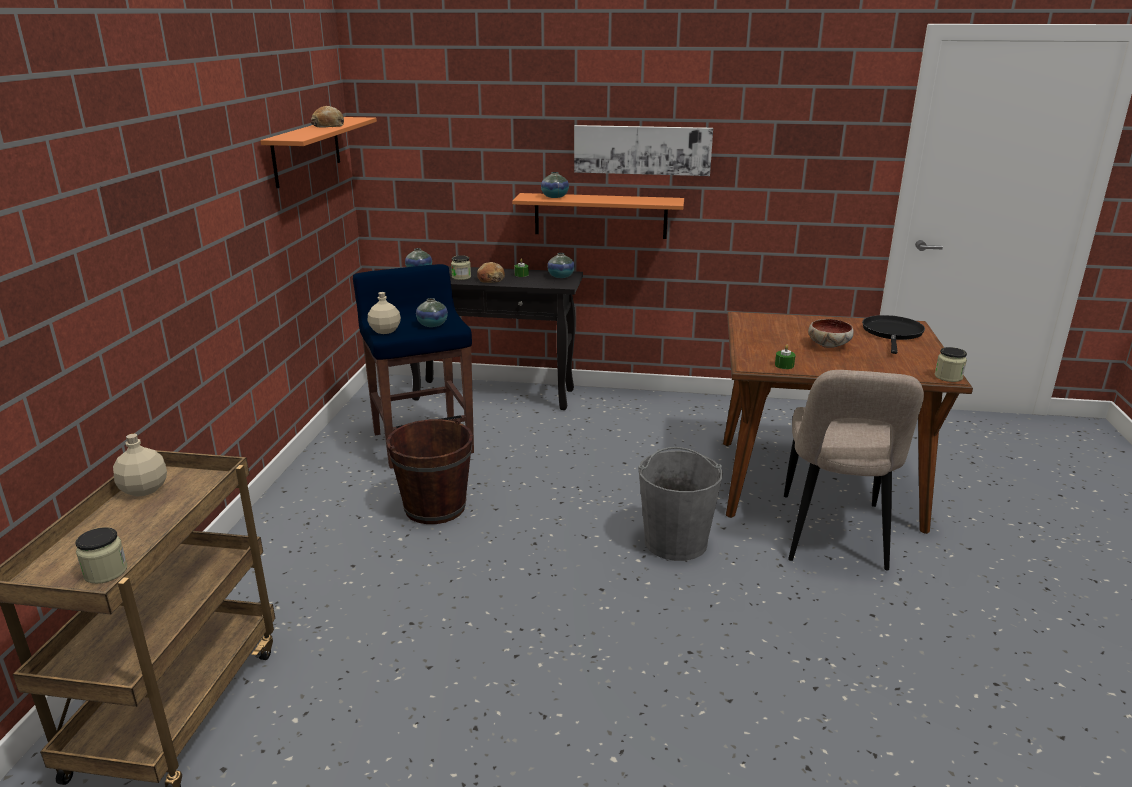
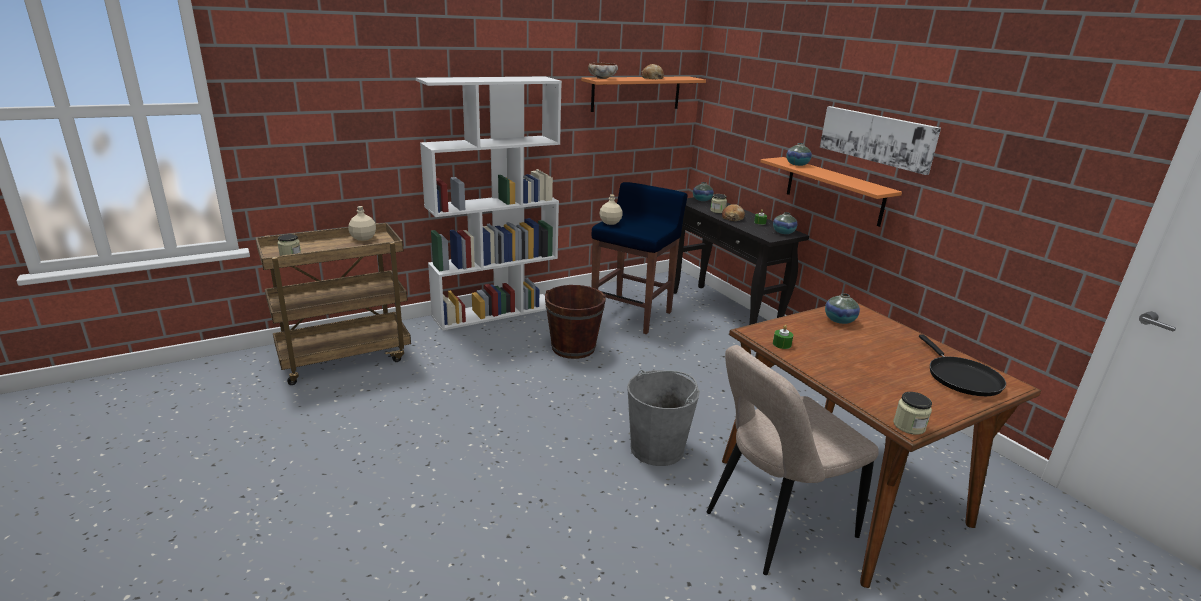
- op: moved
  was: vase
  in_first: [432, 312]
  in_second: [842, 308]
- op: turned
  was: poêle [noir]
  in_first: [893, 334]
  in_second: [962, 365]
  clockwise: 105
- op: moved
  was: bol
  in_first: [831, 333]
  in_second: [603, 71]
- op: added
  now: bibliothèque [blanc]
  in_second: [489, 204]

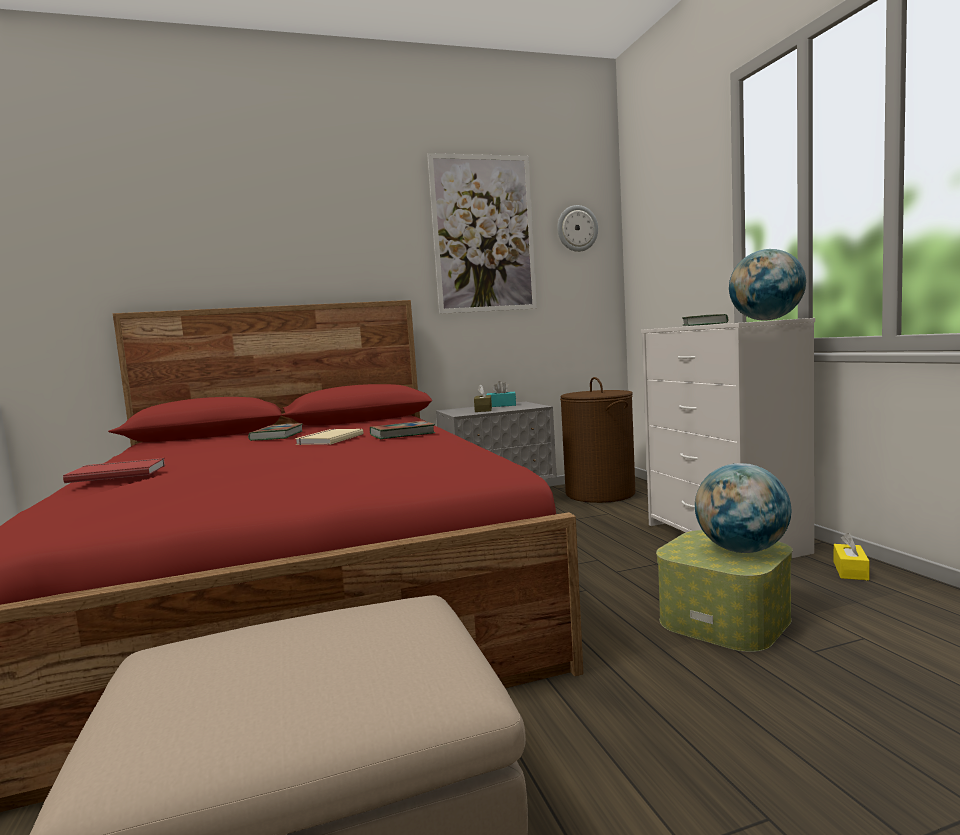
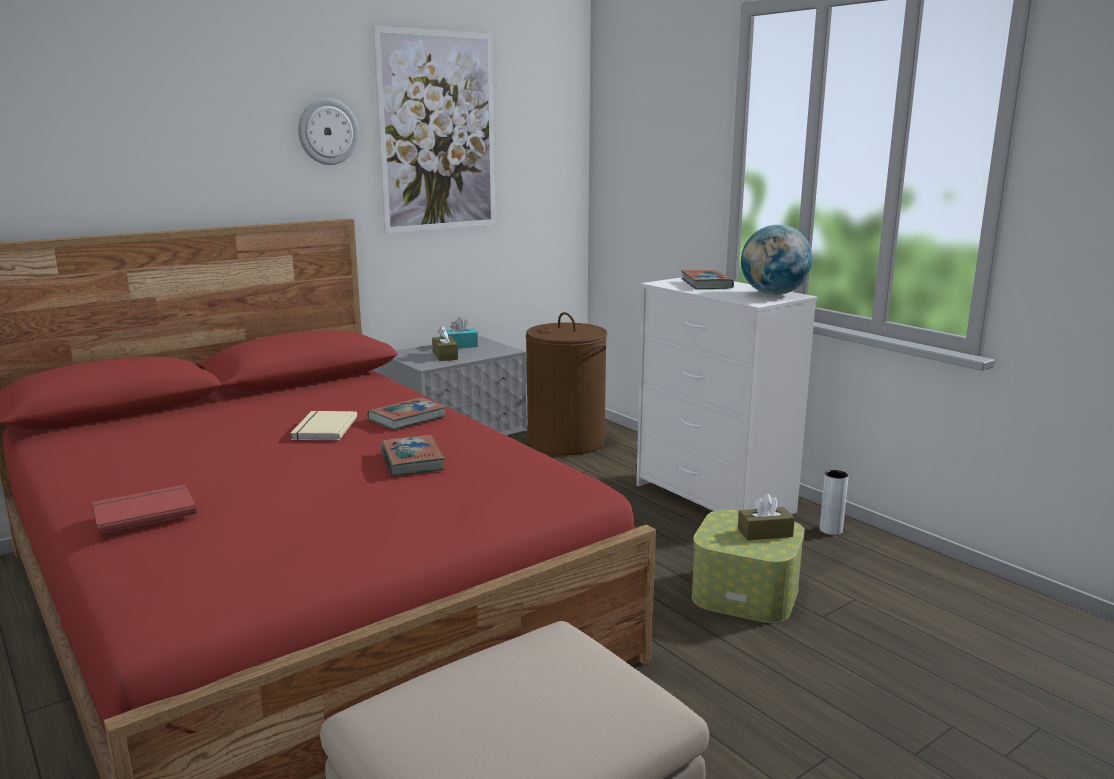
- op: moved
  was: horloge murale
  in_first: [577, 228]
  in_second: [328, 131]
- op: moved
  was: livre
  in_first: [275, 432]
  in_second: [412, 455]
- op: replaced
  was: globe
  now: boîte à mouchoirs [marron]
  in_first: [743, 508]
  in_second: [766, 517]
- op: replaced
  was: boîte à mouchoirs [jaune]
  now: vase [gris]
  in_first: [852, 556]
  in_second: [834, 502]

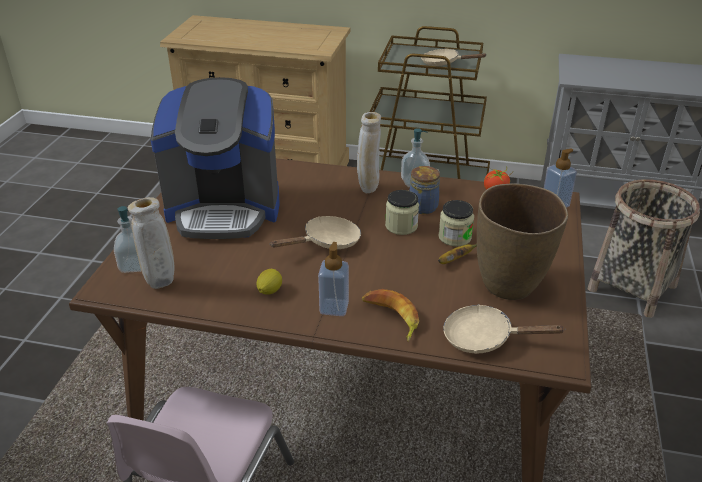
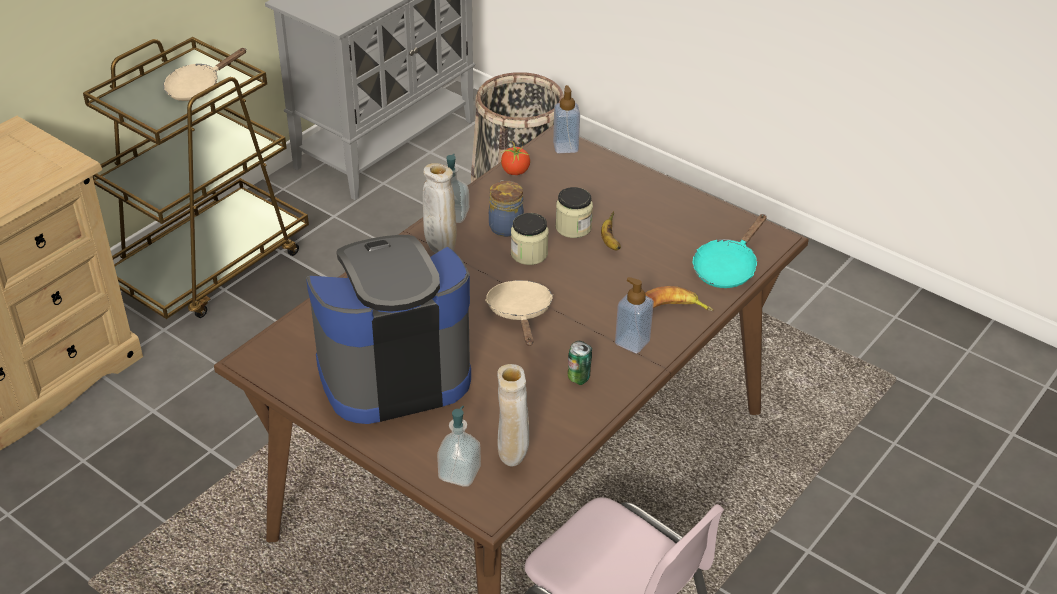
- op: turned
  was: machine à café
  in_first: [215, 158]
  in_second: [388, 329]
  clockwise: -135
- op: removed
  was: vase [marron]
  in_first: [522, 242]
- op: replaced
  was: citron
  now: boîte métallique
  in_first: [269, 282]
  in_second: [580, 363]
- op: recoloured
  was: poêle [beige]
  now: poêle [turquoise]
  in_first: [504, 329]
  in_second: [730, 251]

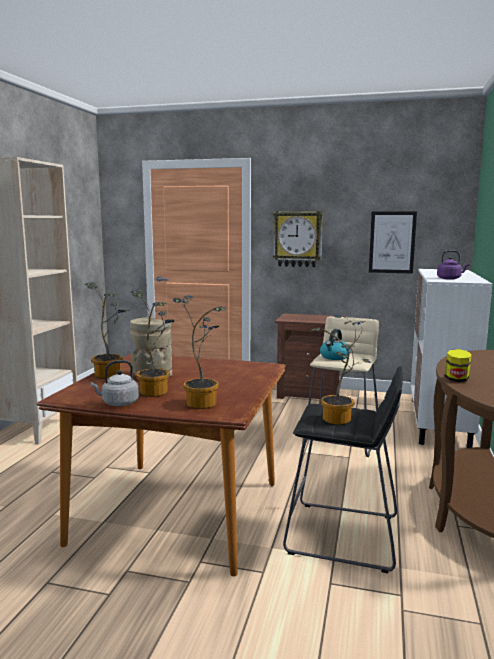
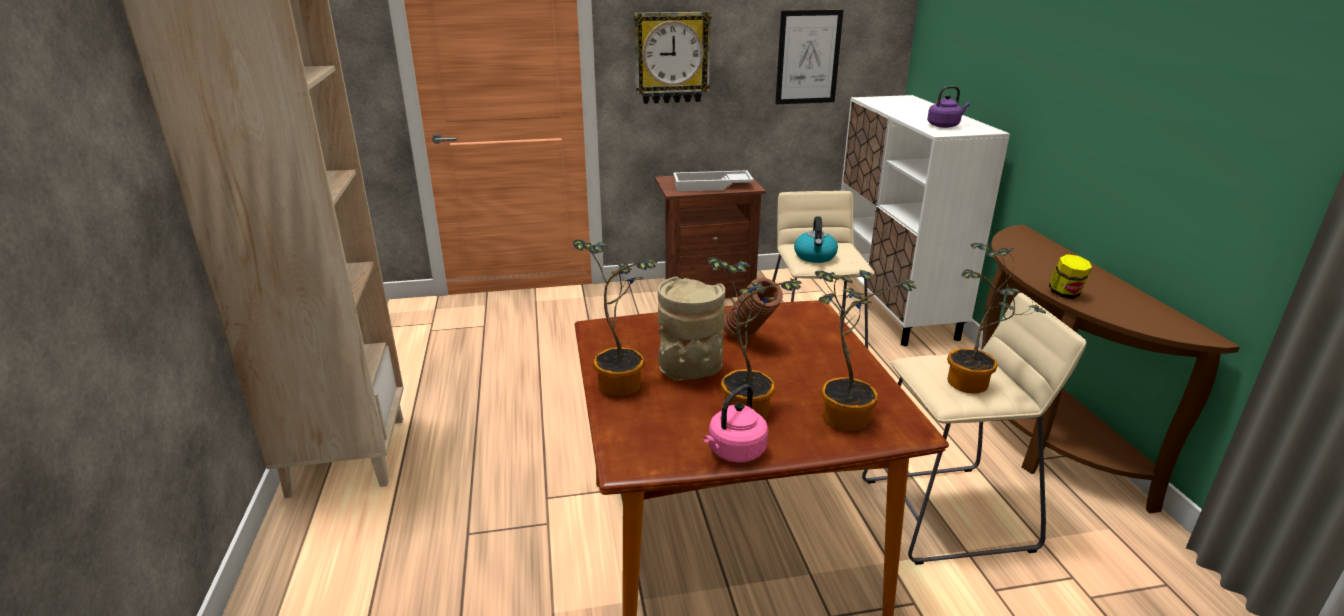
- op: recoloured
  was: bouilloire [gris]
  now: bouilloire [rose]
  in_first: [114, 383]
  in_second: [735, 423]
- op: recoloured
  was: tabouret [noir]
  now: tabouret [beige]
  in_first: [343, 469]
  in_second: [974, 429]
- op: added
  now: plateau [blanc]
  in_second: [713, 181]
- op: added
  now: vase [marron]
  in_second: [753, 308]

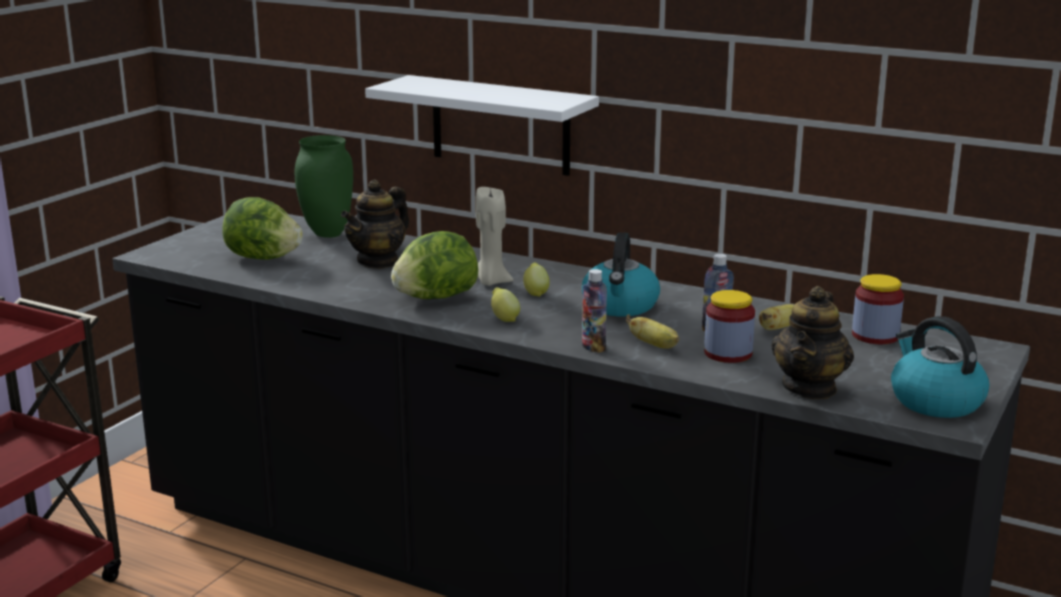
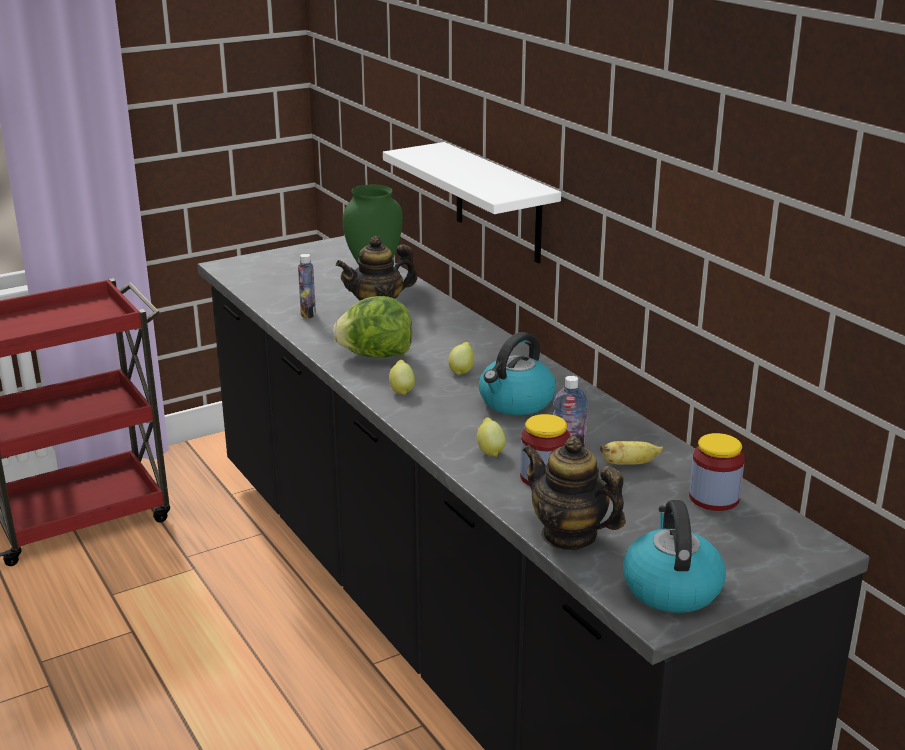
- op: removed
  was: bougie [beige]
  in_first: [494, 236]
- op: removed
  was: laitue
  in_first: [263, 228]
- op: moved
  was: bouteille
  in_first: [594, 311]
  in_second: [307, 286]
- op: turned
  was: théière
  in_first: [812, 342]
  in_second: [574, 493]
  clockwise: 75
- op: replaced
  was: banane
  now: citron
  in_first: [652, 331]
  in_second: [491, 437]

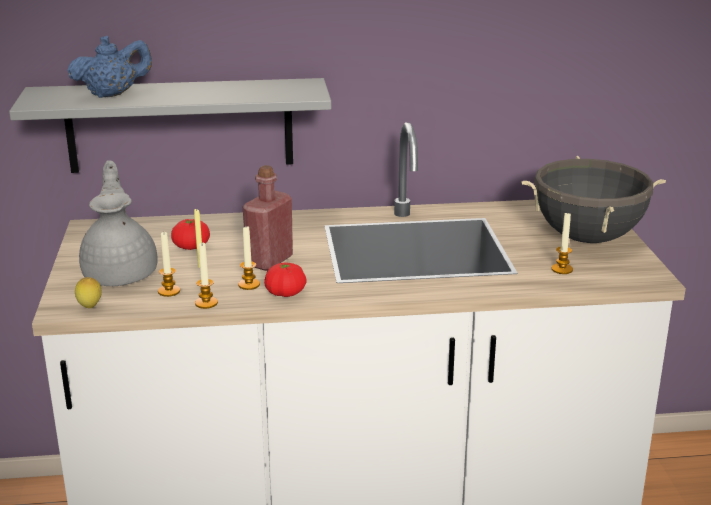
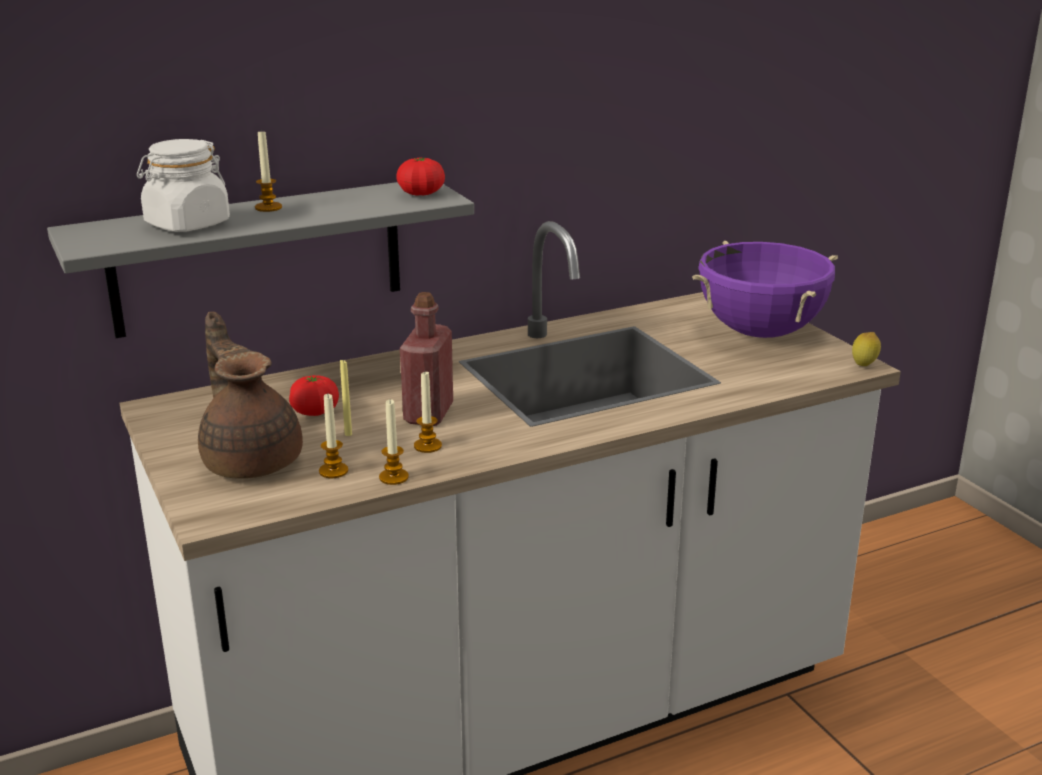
- op: replaced
  was: théière [bleu]
  now: bocal [blanc]
  in_first: [109, 67]
  in_second: [183, 185]
- op: recoloured
  was: marmite [noir]
  now: marmite [violet]
  in_first: [593, 199]
  in_second: [765, 289]
- op: recoloured
  was: théière [gris]
  now: théière [marron]
  in_first: [118, 223]
  in_second: [250, 395]
- op: moved
  was: bougie
  in_first: [562, 243]
  in_second: [268, 170]
- op: moved
  was: tomate
  in_first: [285, 280]
  in_second: [420, 177]
- op: moved
  was: citron
  in_first: [88, 292]
  in_second: [866, 349]

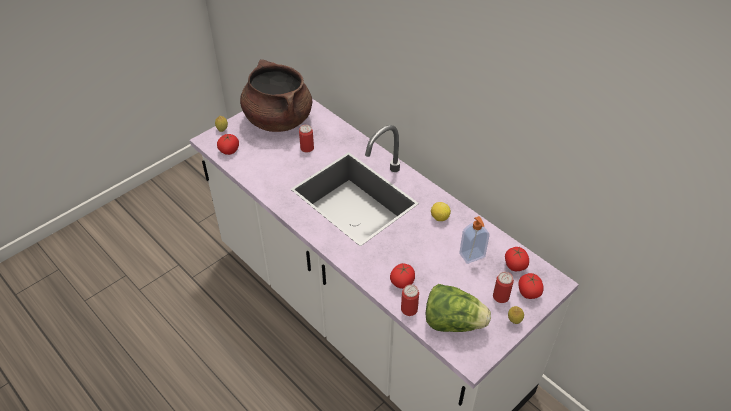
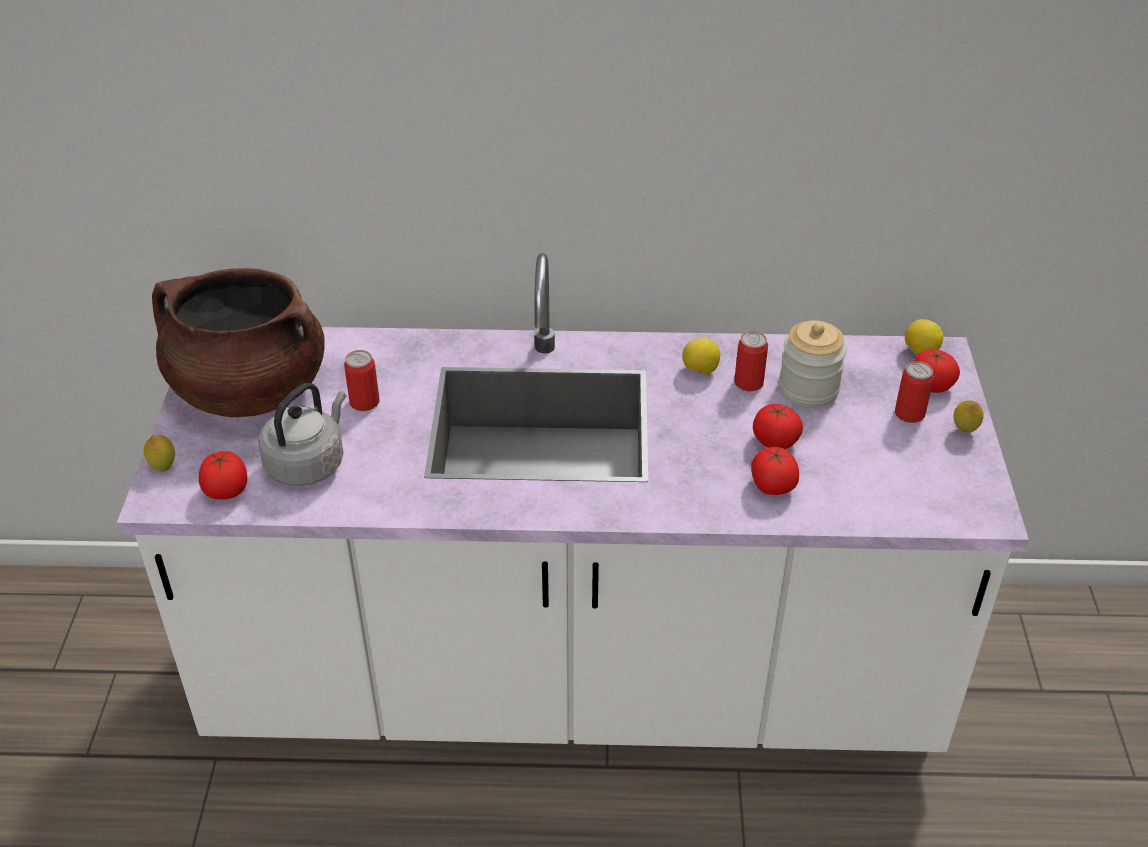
- op: replaced
  was: distributeur de savon
  now: bocal
  in_first: [474, 240]
  in_second: [813, 364]
- op: moved
  was: tomate
  in_first: [517, 259]
  in_second: [778, 426]
- op: moved
  was: boîte métallique
  in_first: [410, 300]
  in_second: [751, 361]
- op: removed
  was: laitue
  in_first: [458, 308]
- op: added
  now: citron
  in_second: [924, 337]
- op: added
  now: bouilloire [gris]
  in_second: [302, 434]

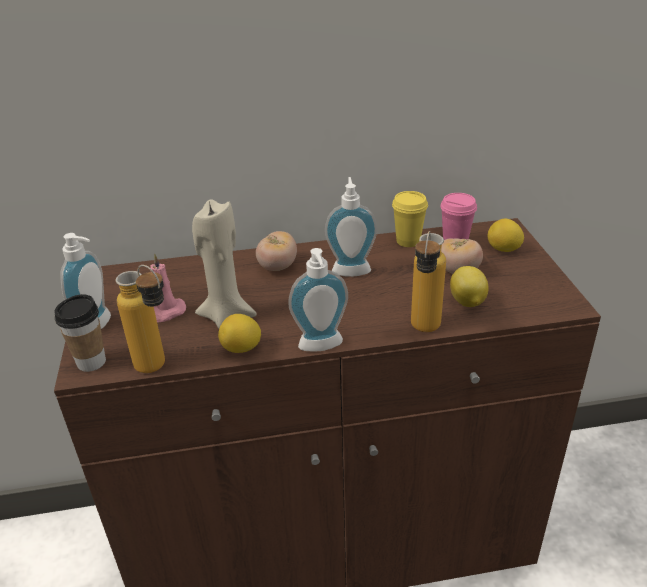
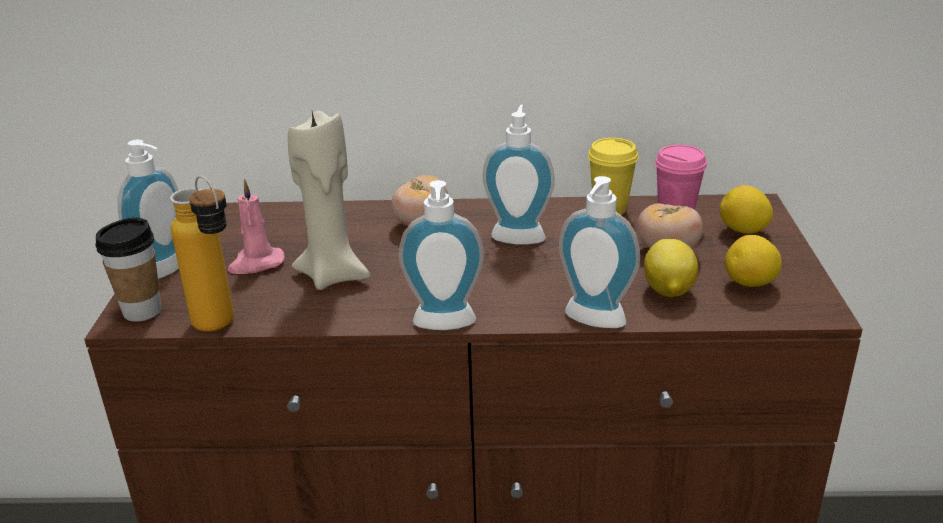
- op: replaced
  was: bouteille
  now: distributeur de savon
  in_first: [428, 281]
  in_second: [599, 252]
- op: moved
  was: citron
  in_first: [239, 333]
  in_second: [753, 261]

